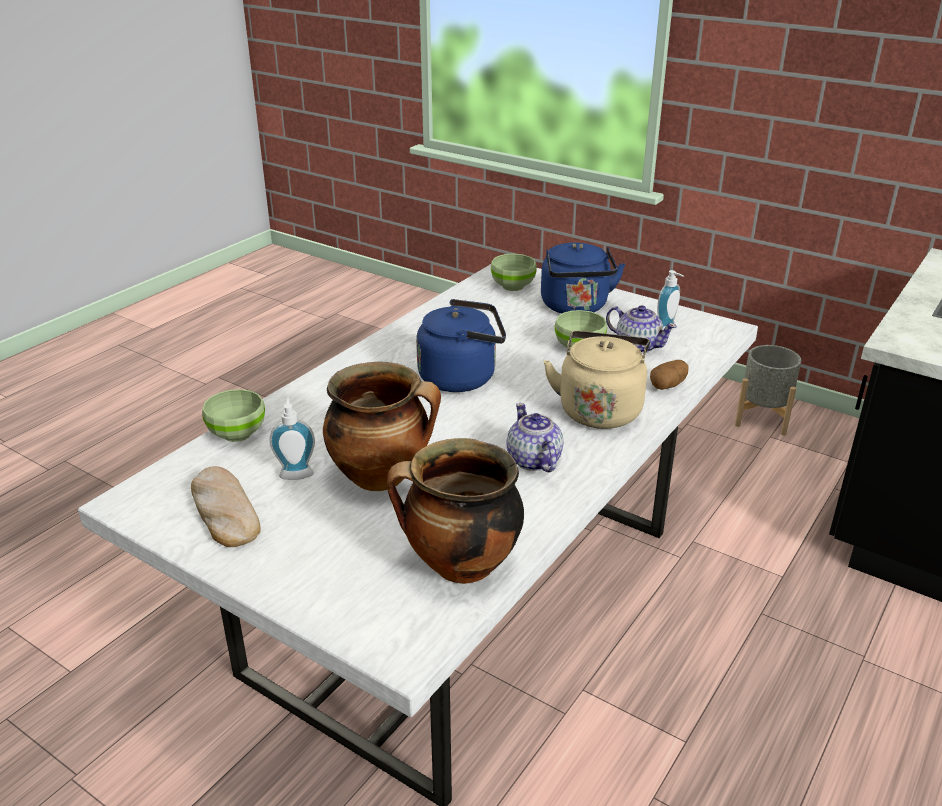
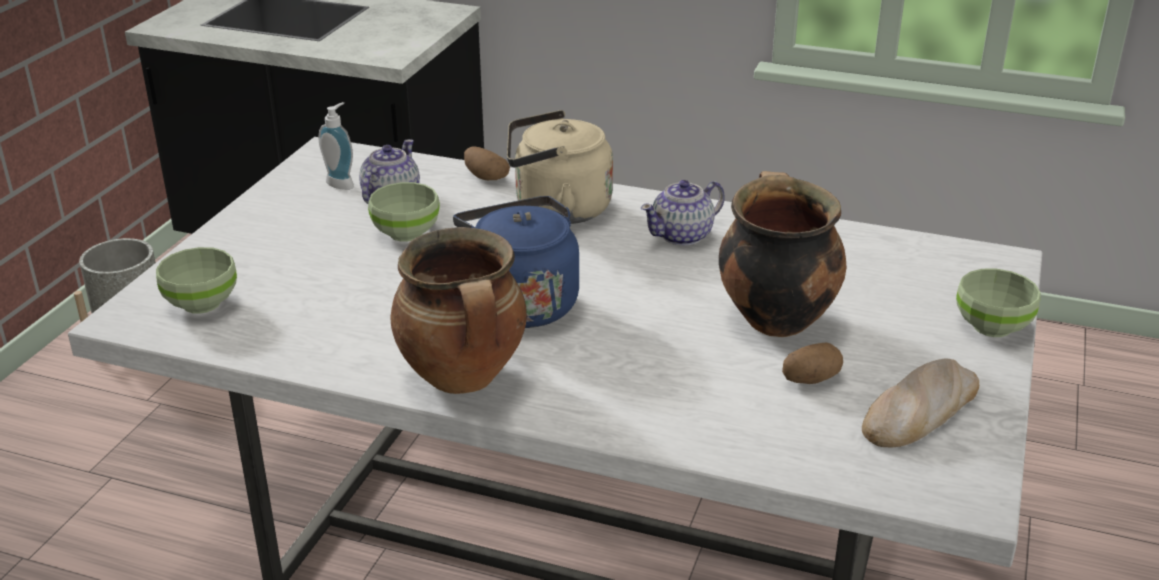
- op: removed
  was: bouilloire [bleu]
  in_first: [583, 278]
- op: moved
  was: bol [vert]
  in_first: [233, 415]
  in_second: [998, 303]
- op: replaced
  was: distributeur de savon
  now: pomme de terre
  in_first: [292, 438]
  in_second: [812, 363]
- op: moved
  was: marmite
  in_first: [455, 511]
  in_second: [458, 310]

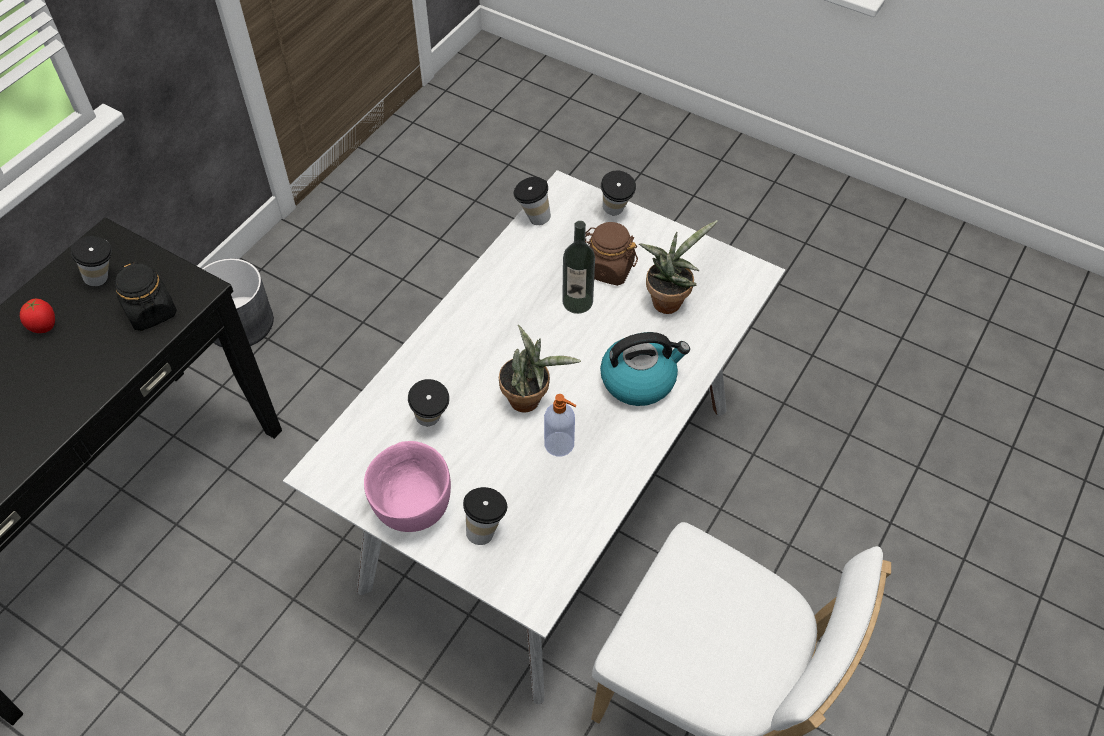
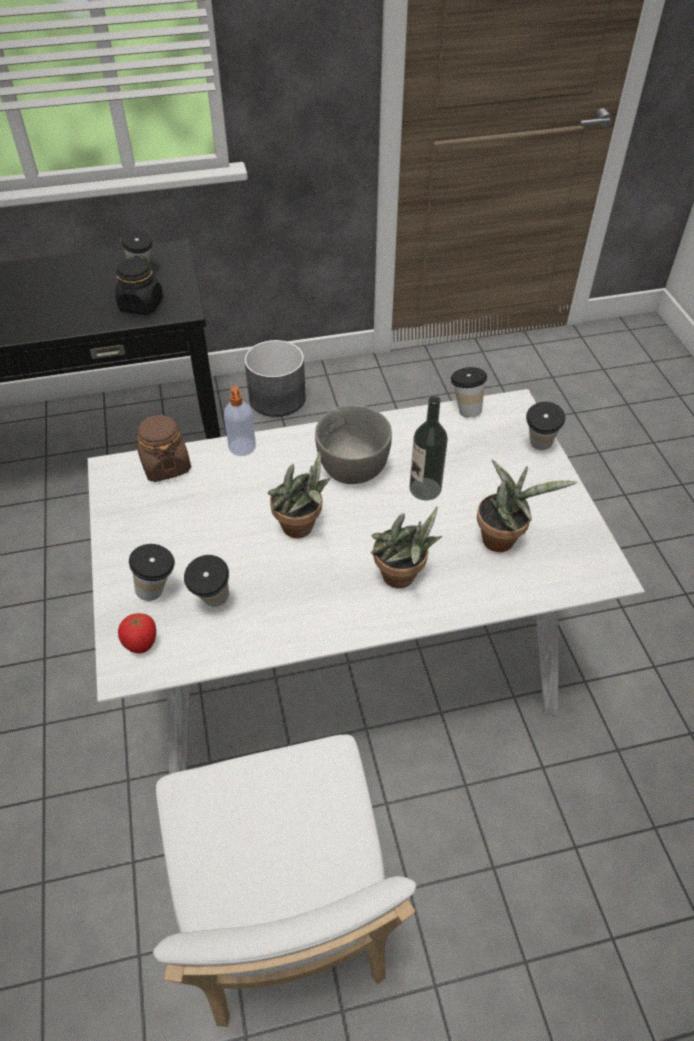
- op: moved
  was: bocal [marron]
  in_first: [611, 254]
  in_second: [164, 448]
- op: moved
  was: tomate
  in_first: [37, 315]
  in_second: [137, 633]
- op: replaced
  was: bouilloire
  now: plante en pot
  in_first: [645, 369]
  in_second: [406, 547]
- op: moved
  was: tasse
  in_first: [429, 402]
  in_second: [206, 581]
- op: moved
  was: distributeur de savon
  in_first: [560, 425]
  in_second: [240, 421]
- op: removed
  was: bol [rose]
  in_first: [407, 486]
- op: added
  now: bol [gris]
  in_second: [353, 444]

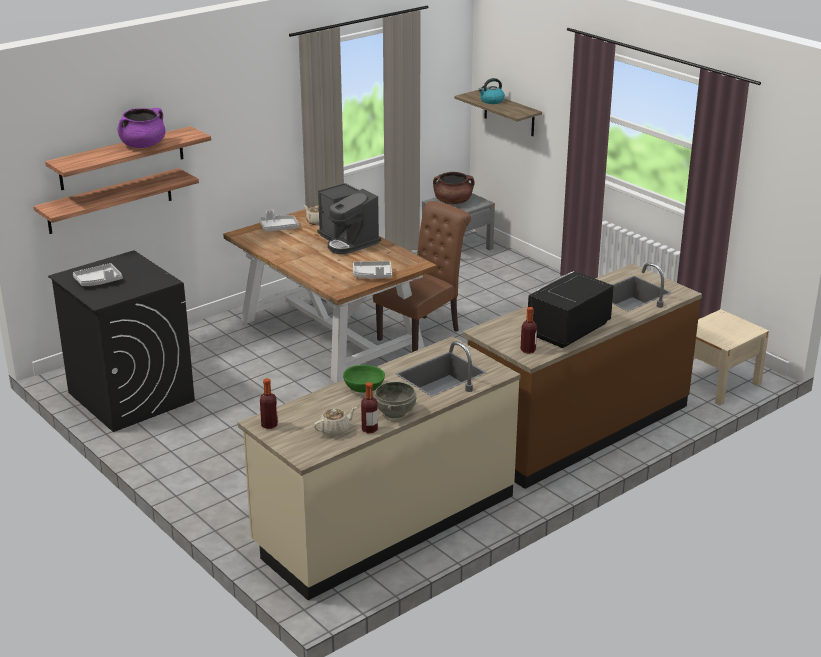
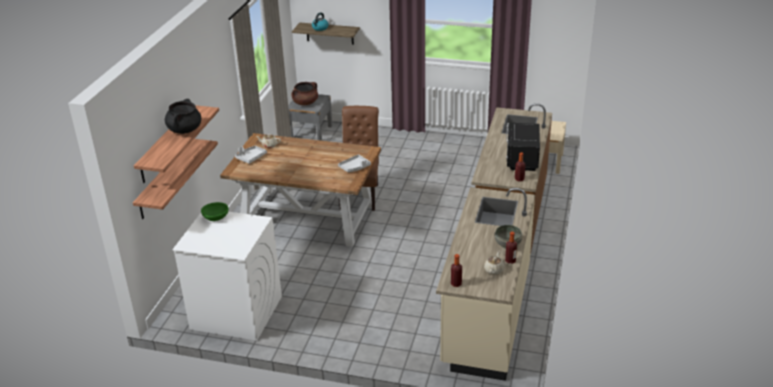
- op: recoloured
  was: marmite [violet]
  now: marmite [noir]
  in_first: [141, 128]
  in_second: [183, 116]
- op: removed
  was: machine à café
  in_first: [349, 218]
- op: recoloured
  was: lave-linge [noir]
  now: lave-linge [blanc]
  in_first: [121, 341]
  in_second: [227, 276]
- op: removed
  was: plateau [gris]
  in_first: [98, 274]
- op: moved
  was: bol [vert]
  in_first: [364, 379]
  in_second: [215, 211]

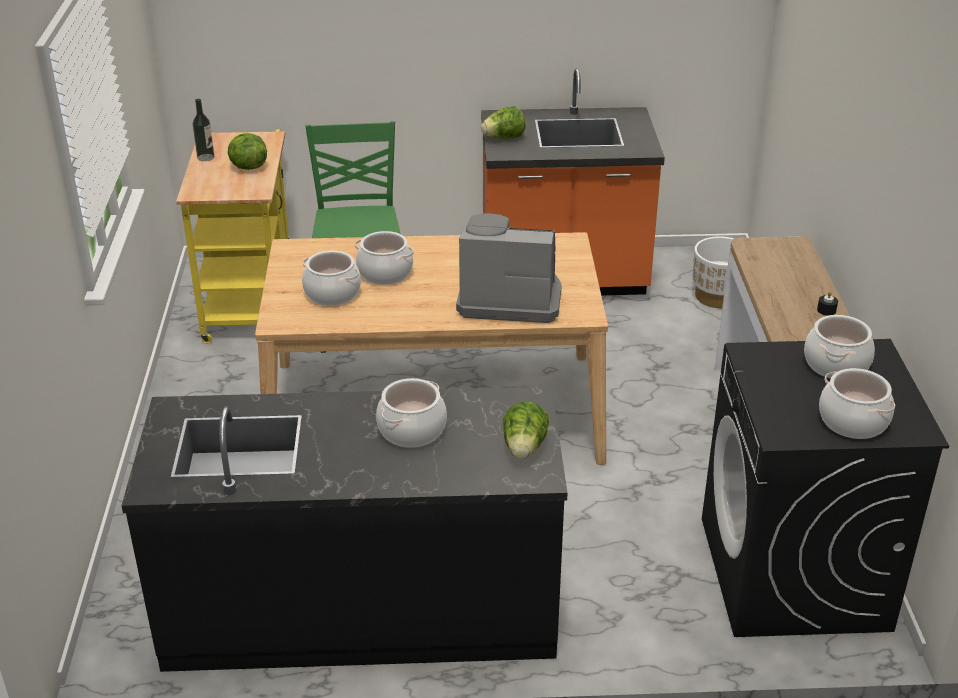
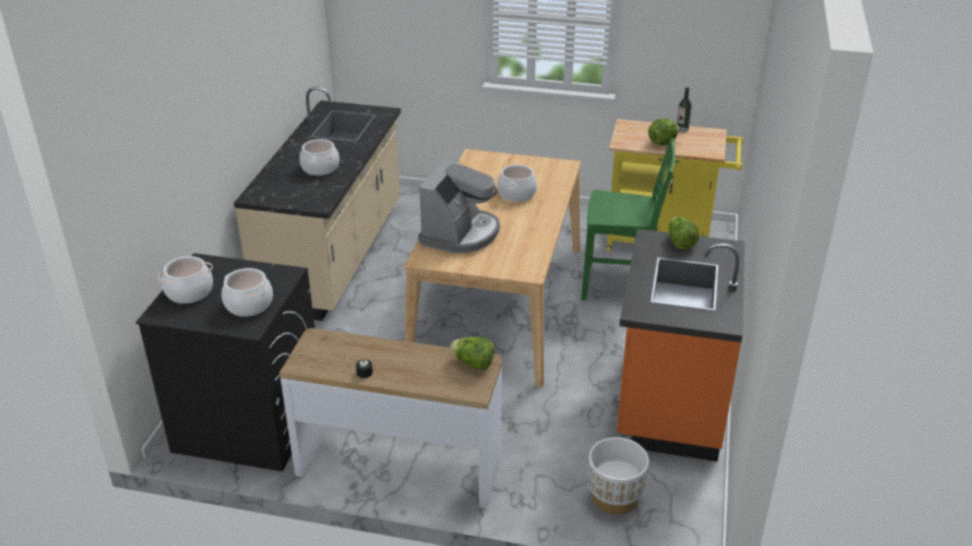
- op: removed
  was: marmite
  in_first: [331, 278]
- op: recoloured
  was: comptoir de cuisine [noir]
  now: comptoir de cuisine [beige]
  in_first: [344, 529]
  in_second: [317, 204]
- op: moved
  was: laitue
  in_first: [526, 430]
  in_second: [472, 354]

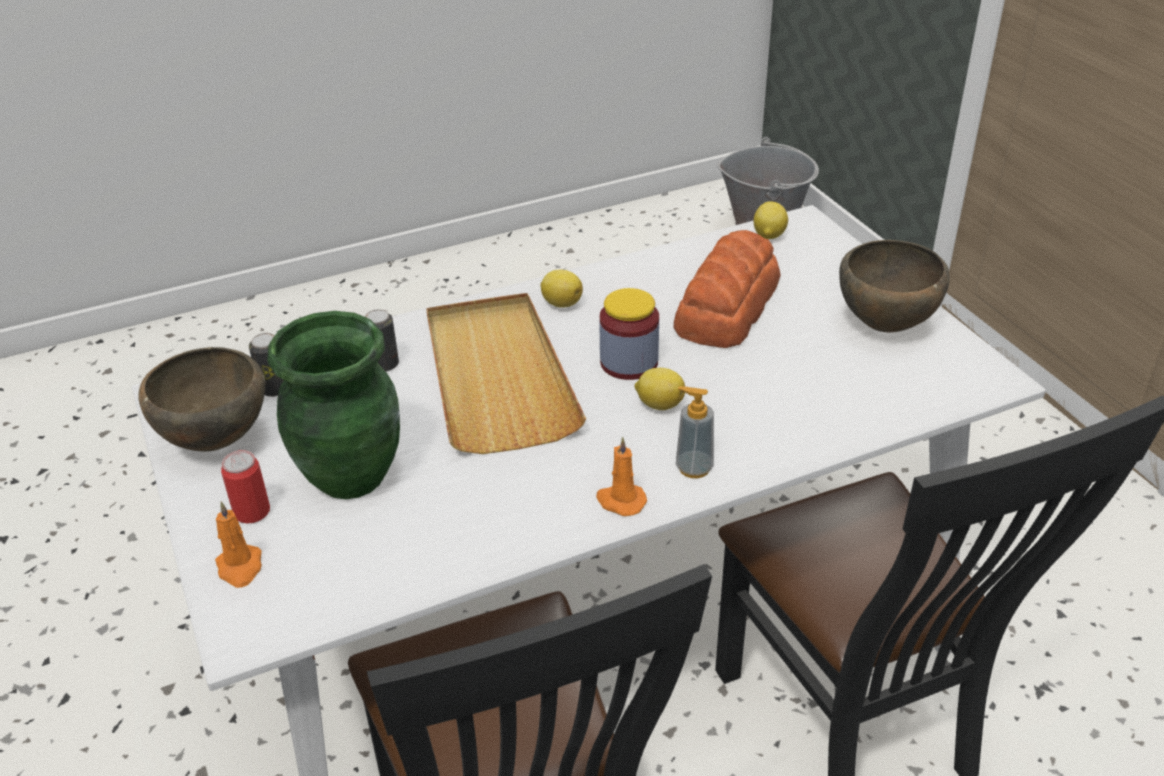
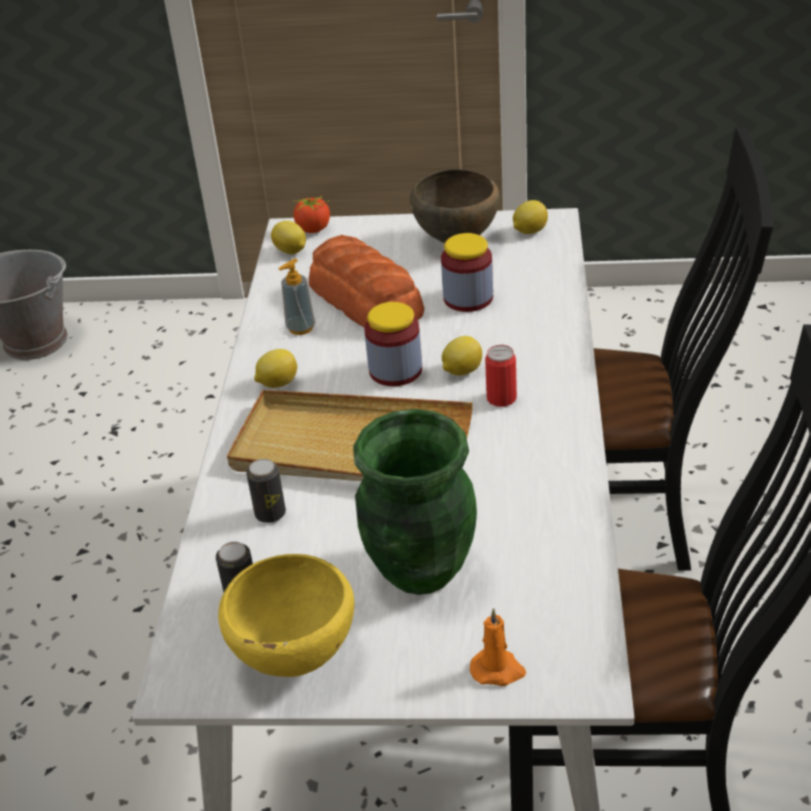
- op: recoloured
  was: bol [marron]
  now: bol [jaune]
  in_first: [201, 399]
  in_second: [286, 615]
- op: moved
  was: distributeur de savon
  in_first: [695, 432]
  in_second: [297, 297]
- op: removed
  was: bougie [orange]
  in_first: [621, 476]
- op: moved
  was: boîte métallique
  in_first: [245, 487]
  in_second: [501, 376]
- op: added
  now: tomate
  in_second: [311, 214]
- op: added
  now: citron
  in_second: [530, 217]
- op: added
  now: bocal
  in_second: [467, 272]

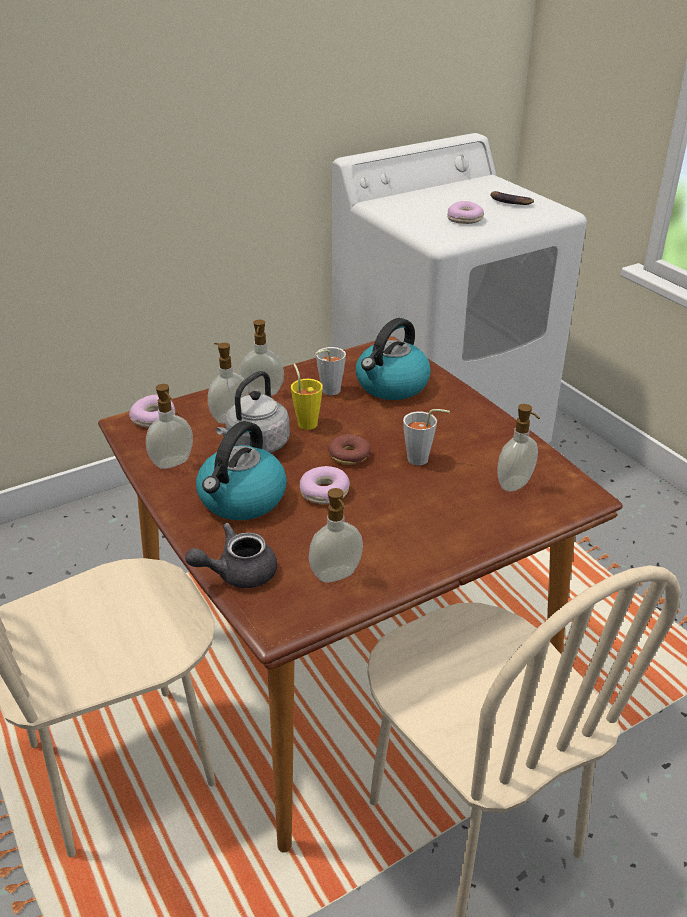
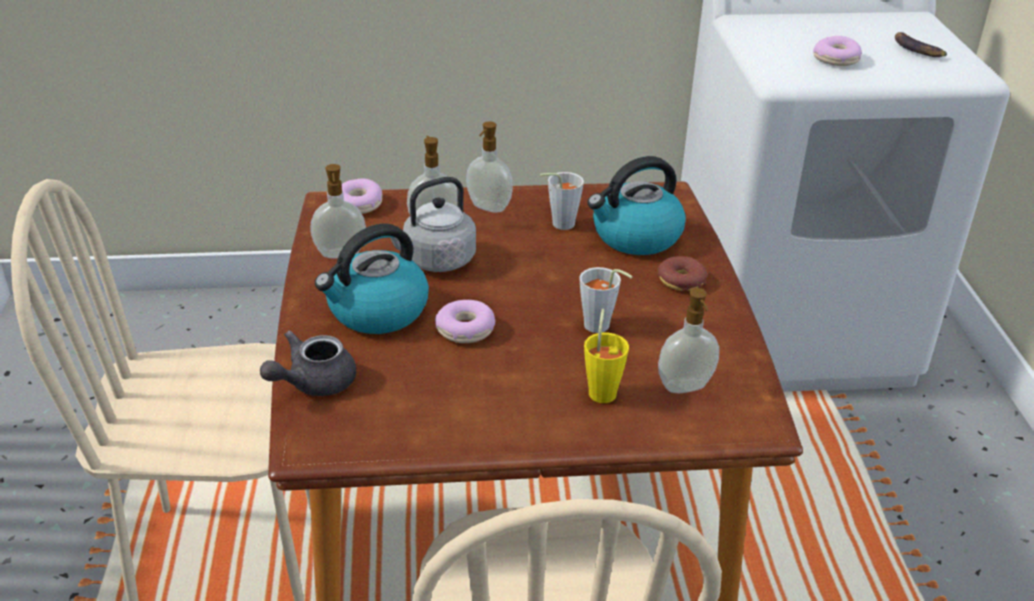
- op: moved
  was: tasse [jaune]
  in_first: [307, 396]
  in_second: [606, 356]
- op: moved
  was: beignet
  in_first: [349, 449]
  in_second: [683, 273]
- op: removed
  was: distributeur de savon
  in_first: [336, 535]
- op: turned
  was: théière [gris]
  in_first: [231, 555]
  in_second: [308, 363]
  clockwise: -45

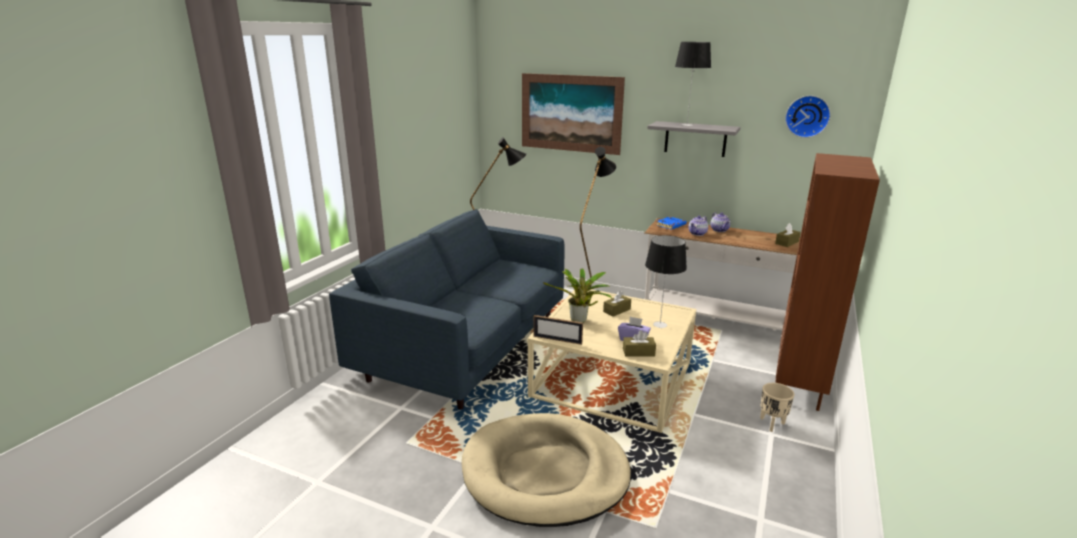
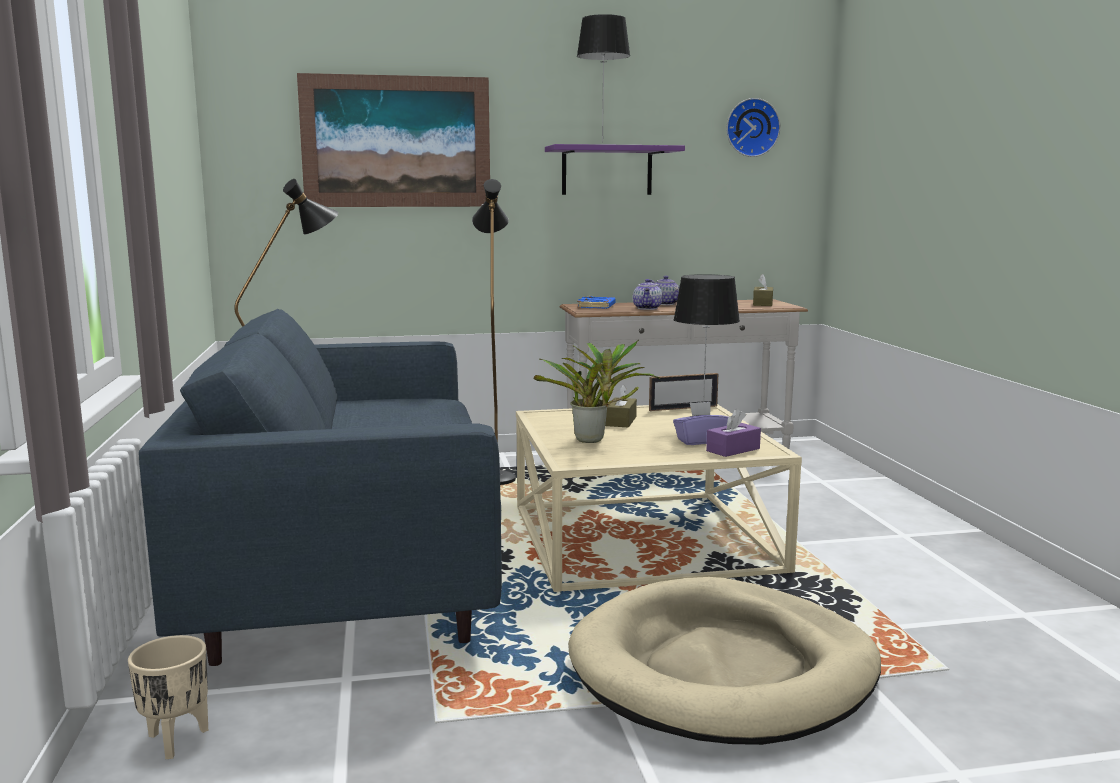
- op: recoloured
  was: étagère [gris]
  now: étagère [violet]
  in_first: [693, 139]
  in_second: [615, 169]
- op: removed
  was: bibliothèque [marron]
  in_first: [828, 282]
- op: moved
  was: cadre photo
  in_first: [558, 330]
  in_second: [684, 392]
- op: recoloured
  was: boîte à mouchoirs [marron]
  now: boîte à mouchoirs [violet]
  in_first: [639, 343]
  in_second: [733, 433]
- op: moved
  was: cache-pot [beige]
  in_first: [777, 407]
  in_second: [168, 697]

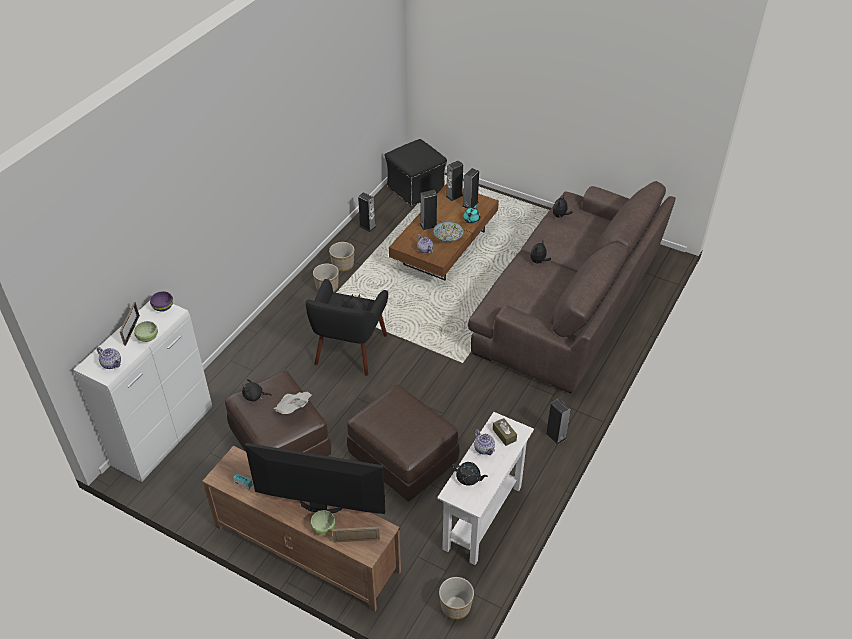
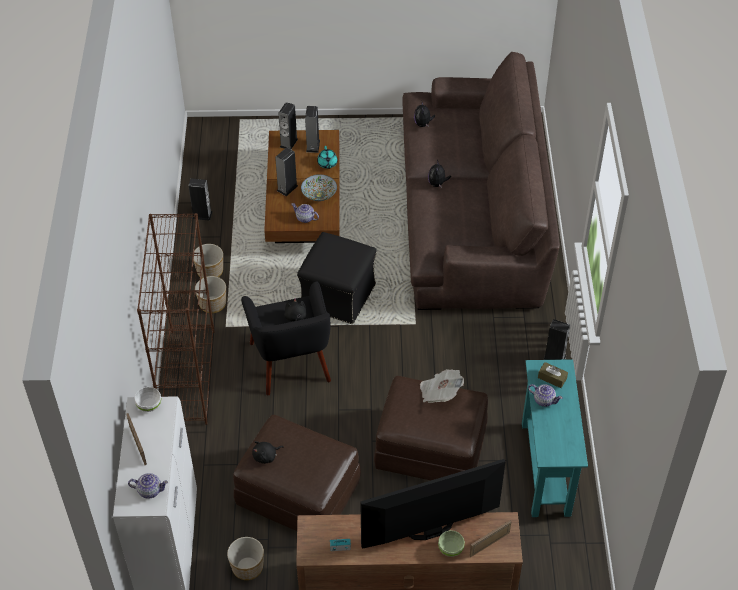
- op: moved
  was: pouf [noir]
  in_first: [416, 173]
  in_second: [337, 278]
- op: recoloured
  was: bol [violet]
  now: bol [blanc]
  in_first: [161, 301]
  in_second: [148, 399]
- op: removed
  was: bol [vert]
  in_first: [146, 331]
- op: moved
  was: journal
  in_first: [293, 403]
  in_second: [442, 386]
- op: recoloured
  was: table console [blanc]
  now: table console [turquoise]
  in_first: [485, 488]
  in_second: [555, 438]
- op: removed
  was: théière [noir]
  in_first: [470, 474]
- op: moved
  was: cache-pot
  in_first: [456, 598]
  in_second: [245, 558]
- op: added
  now: bibliothèque [marron]
  in_second: [175, 319]

